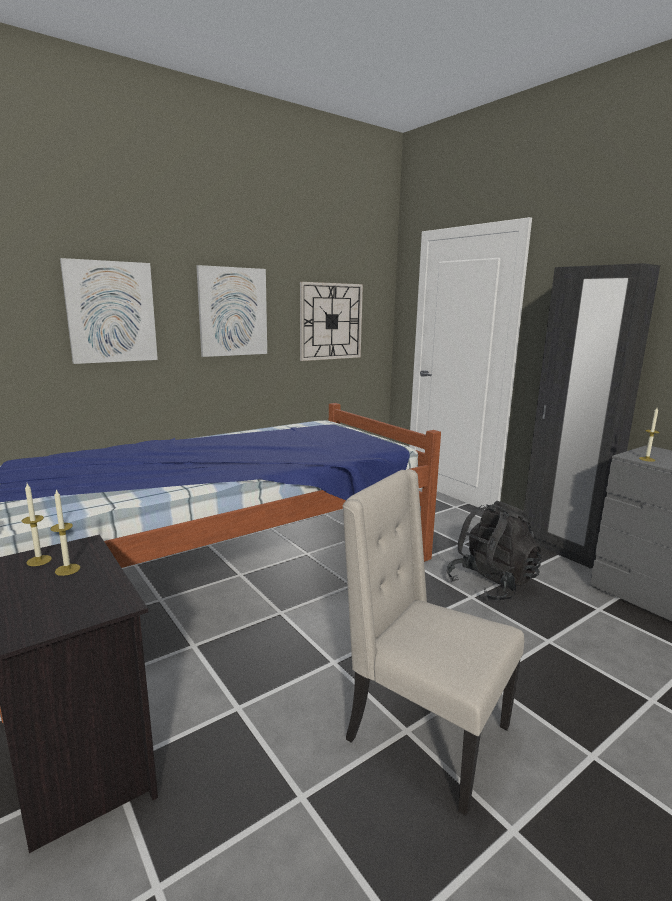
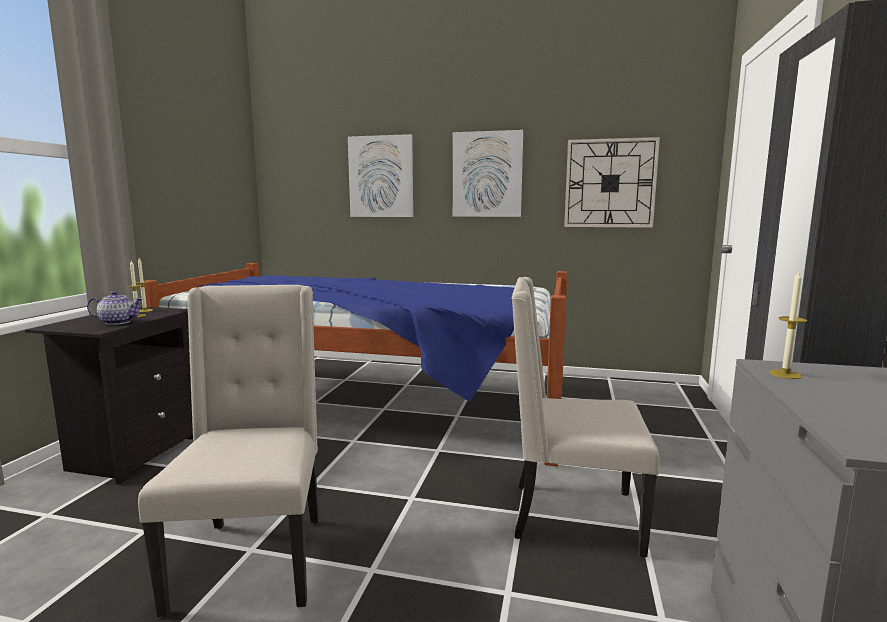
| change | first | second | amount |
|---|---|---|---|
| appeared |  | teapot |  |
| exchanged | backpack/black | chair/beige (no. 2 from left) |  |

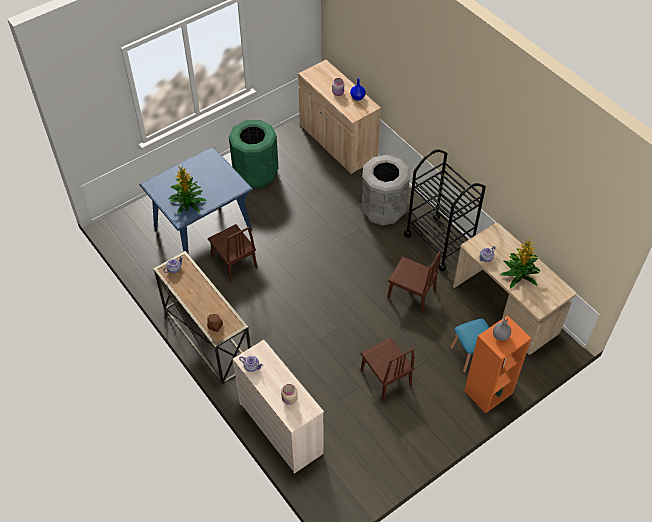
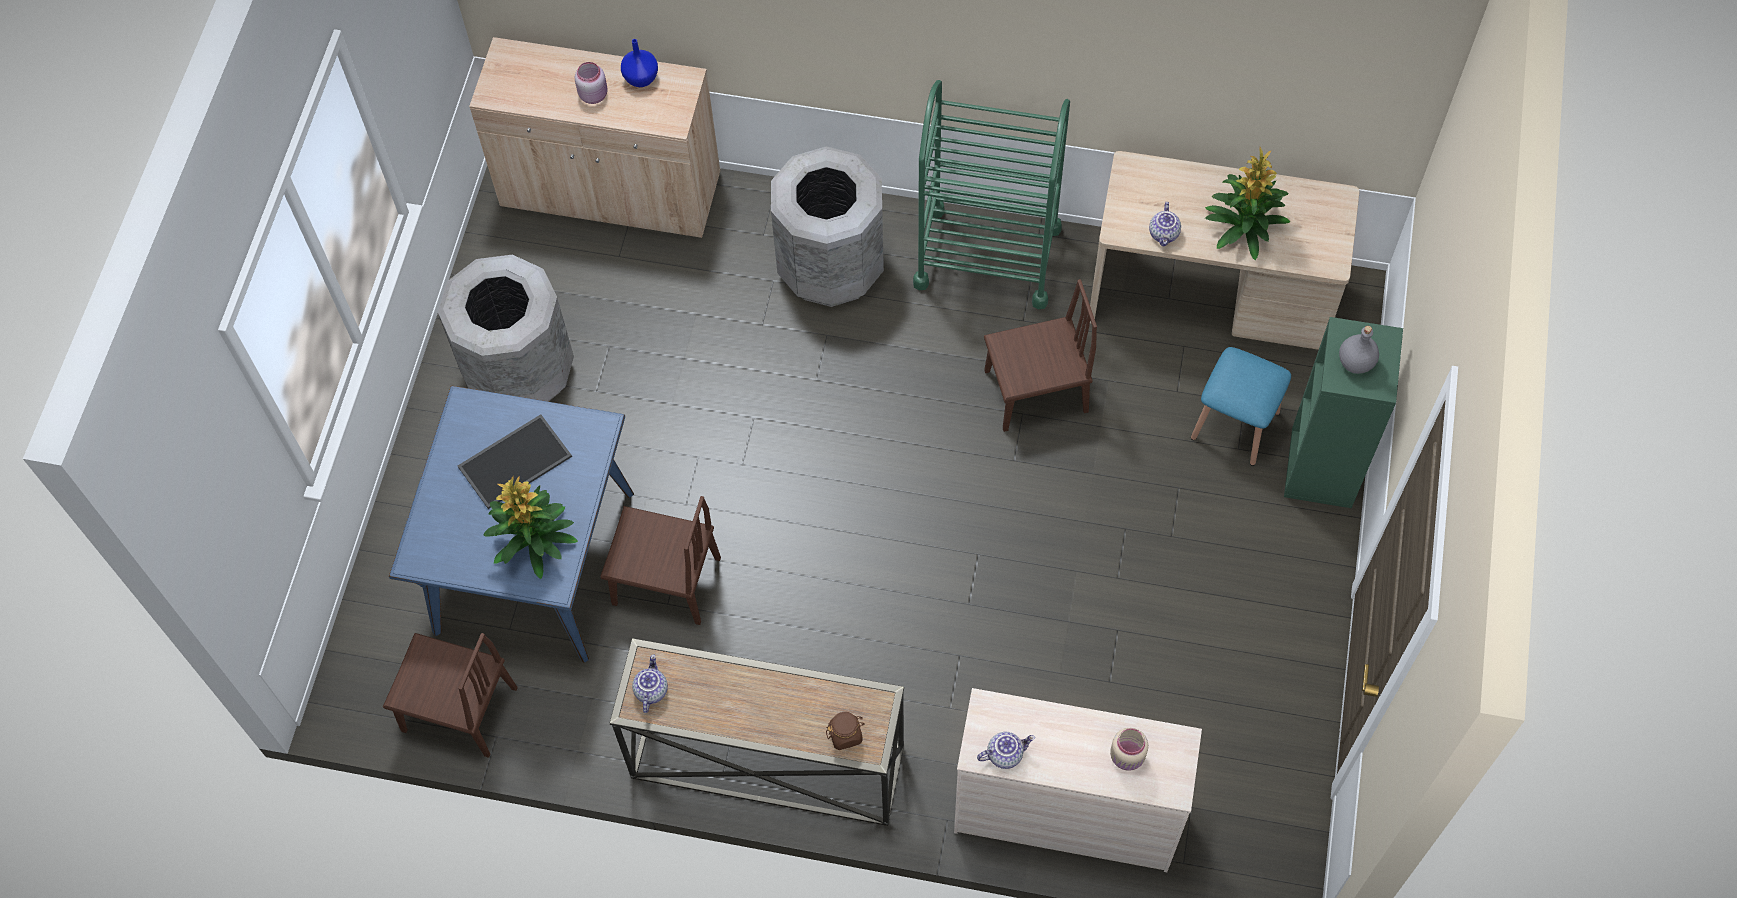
| change | first | second | amount |
|---|---|---|---|
| appeared |  | tray |  |
| relocated | chair/brown (no. 2 from left in the first image) | chair/brown (no. 1 from left) |  |
| colour | trash can/green | trash can/grey (no. 1 from left) |  |
| colour | cart/black | cart/green |  |
| colour | bookcase/orange | bookcase/green |  |

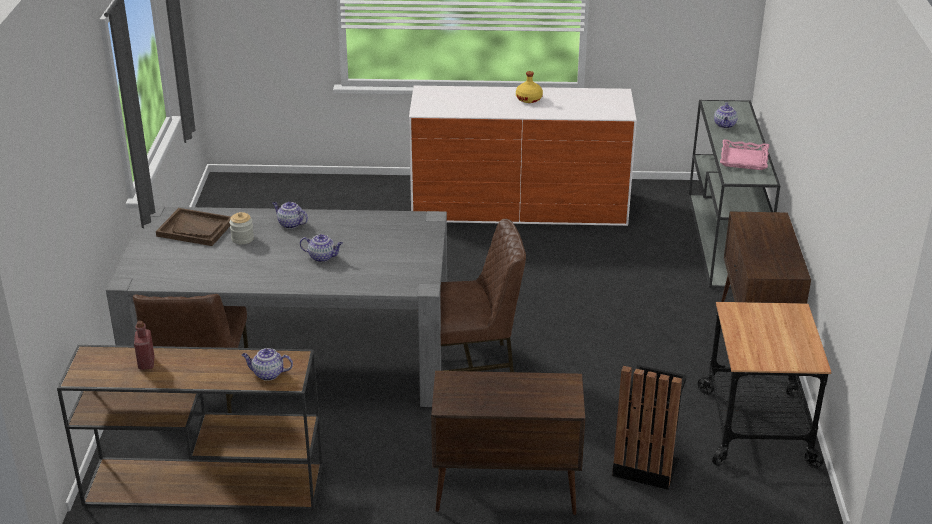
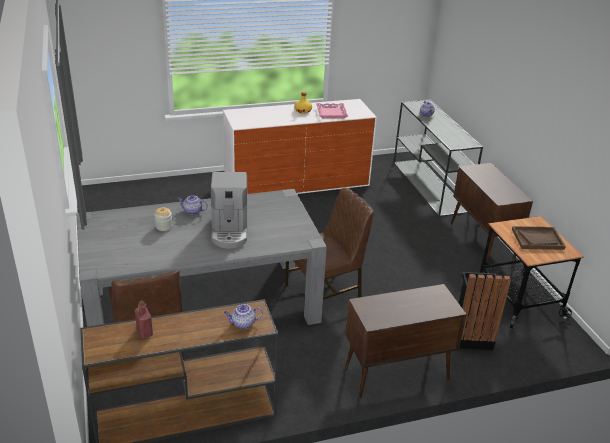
| change | first | second | amount |
|---|---|---|---|
| relocated | tray/brown |  |  |
| relocated | tray/pink |  |  |
| exchanged | teapot (no. 3 from left) | coffee machine |  |

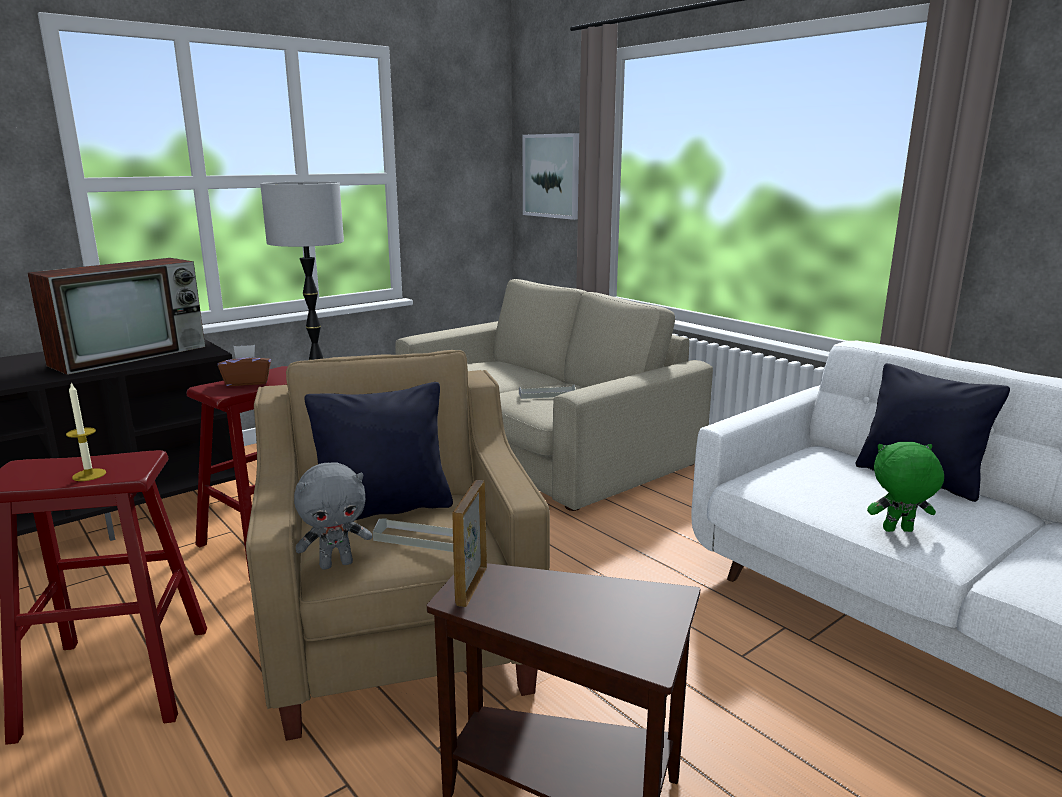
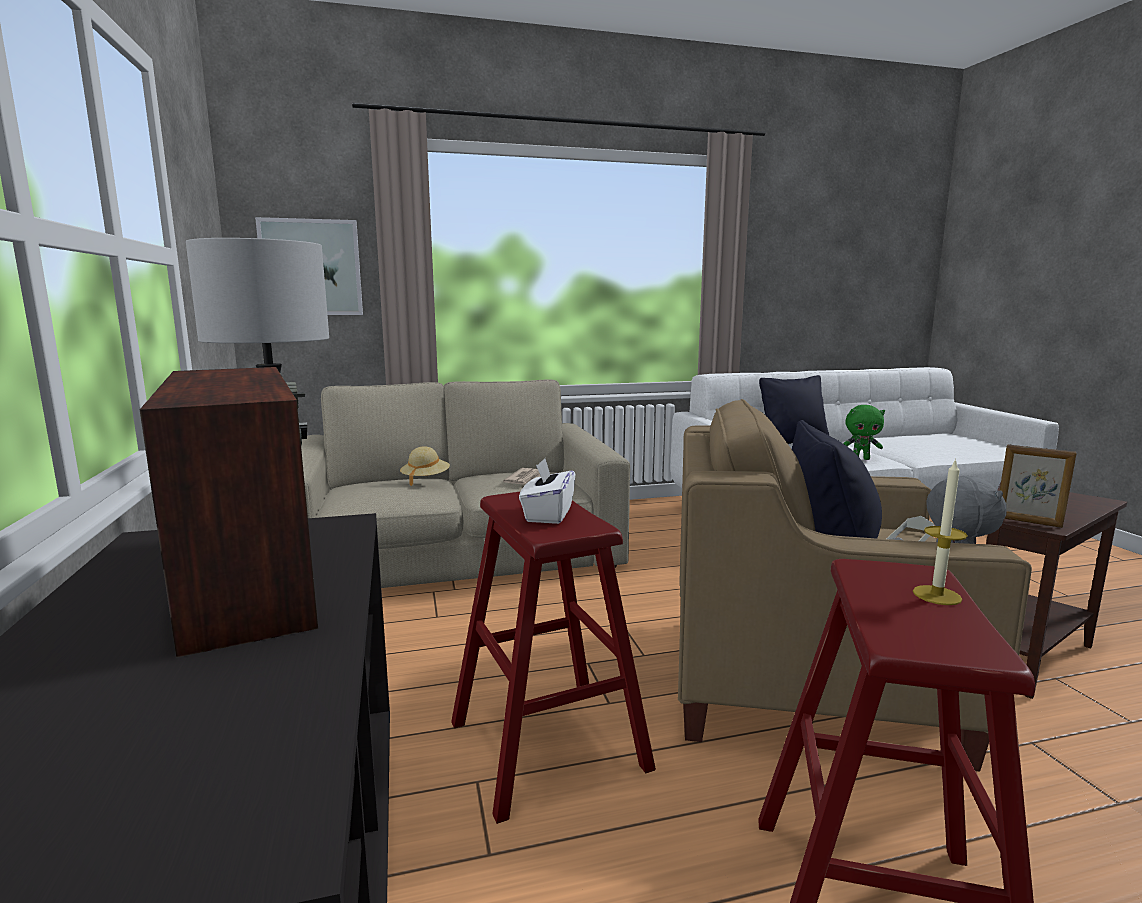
| change | first | second | amount |
|---|---|---|---|
| appeared |  | hat/beige |  |
| exchanged | tray/grey (no. 2 from left) | newspaper |  |
| colour | tissue box/brown | tissue box/white |  |
| spun | plush toy/green |  | 105 degrees counterclockwise |

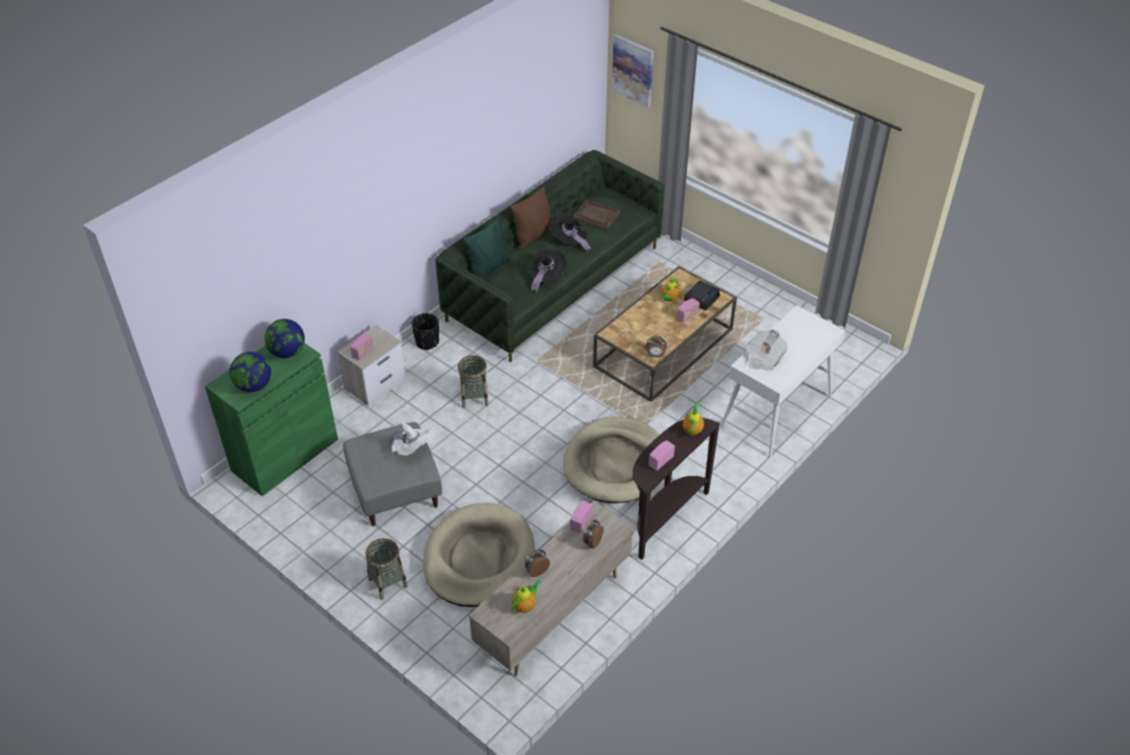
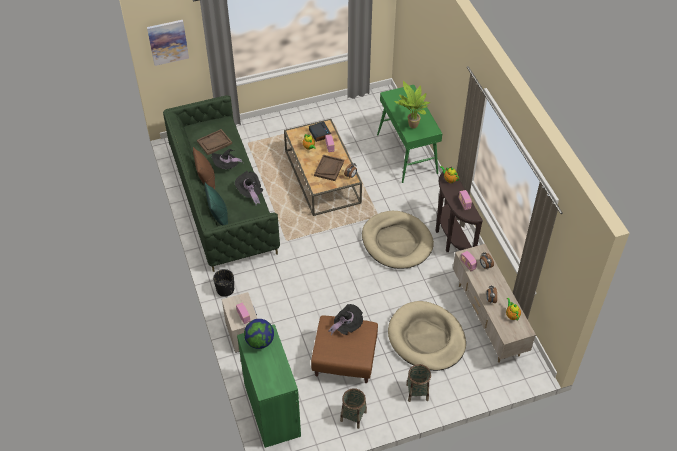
| change | first | second | amount |
|---|---|---|---|
| missing | globe (no. 1 from left) |  |  |
| appeared |  | tray/brown (no. 2 from left) |  |
| relocated | basket (no. 2 from left in the first image) | basket (no. 1 from left) |  |
| exchanged | newspaper | potted plant |  |
| colour | ottoman/grey | ottoman/brown |  |
| colour | hat/white | hat/black (no. 3 from left) |  |
| colour | console table/white | console table/green |  |

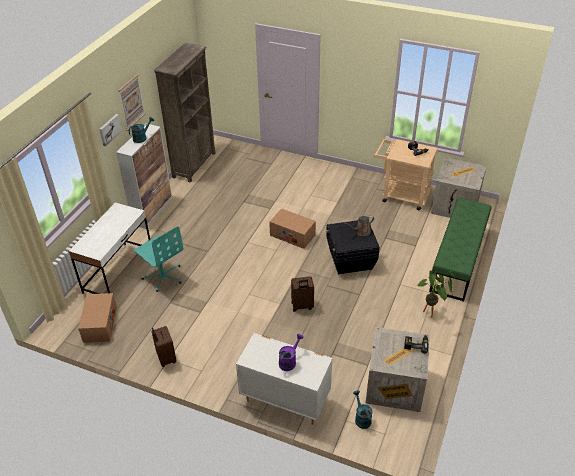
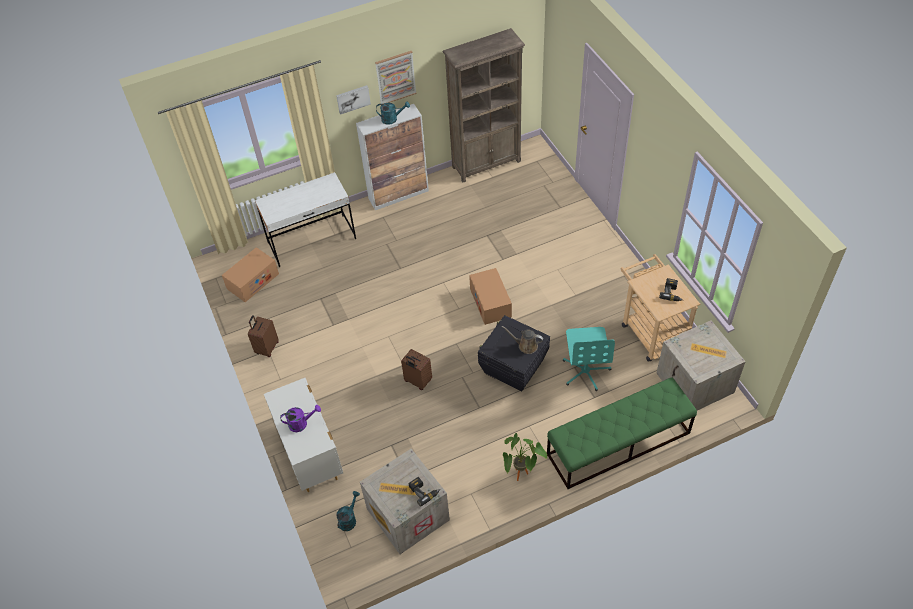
| change | first | second | amount |
|---|---|---|---|
| relocated | office chair/turquoise |  |  |

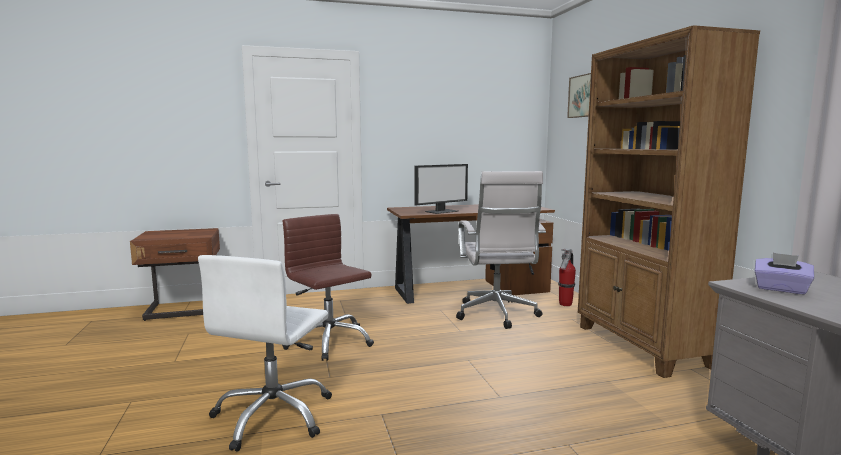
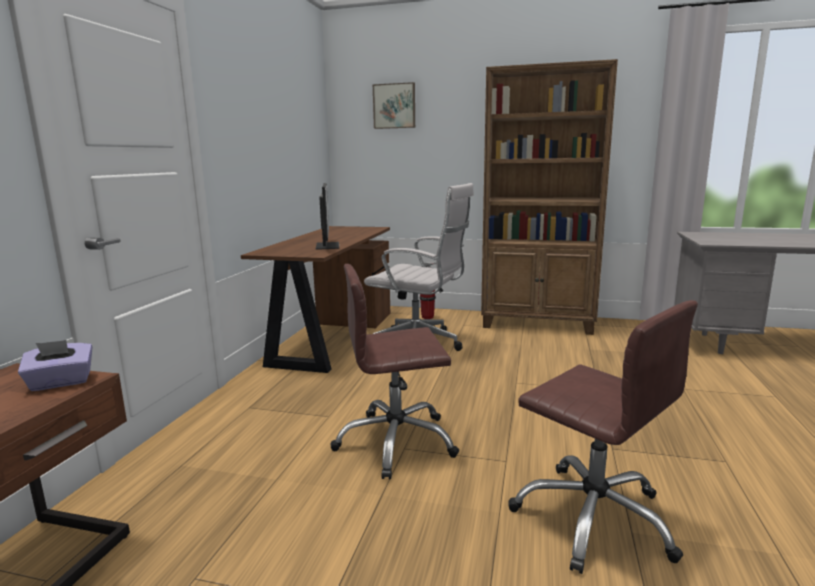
| change | first | second | amount |
|---|---|---|---|
| relocated | tissue box/purple |  |  |
| colour | office chair/white (no. 1 from left) | office chair/brown (no. 2 from left) |  |

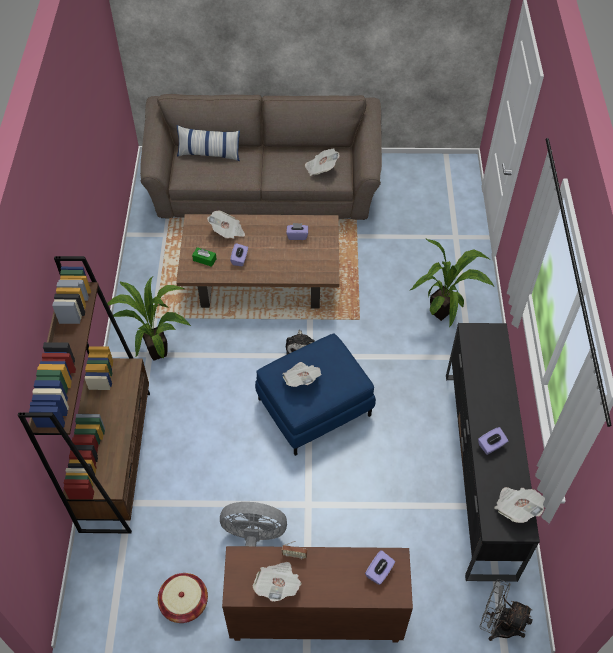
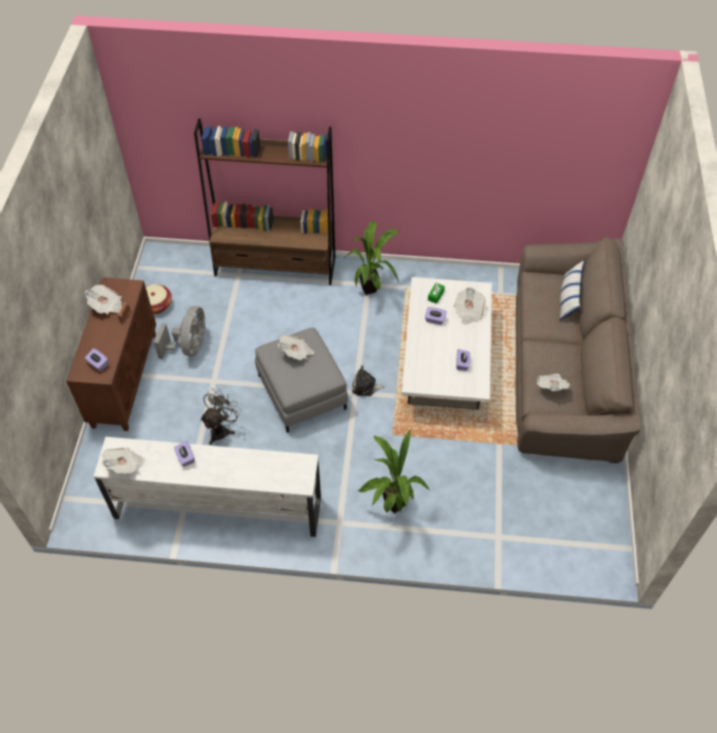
| change | first | second | amount |
|---|---|---|---|
| relocated | fan/grey (no. 2 from left) |  |  |
| colour | coffee table/brown | coffee table/white |  |
| colour | ottoman/blue | ottoman/grey |  |
| colour | tv stand/black | tv stand/white |  |

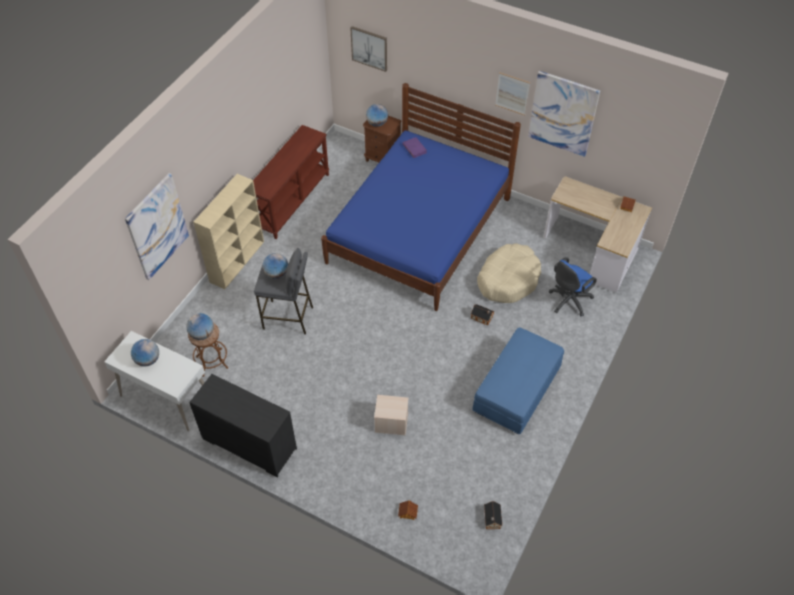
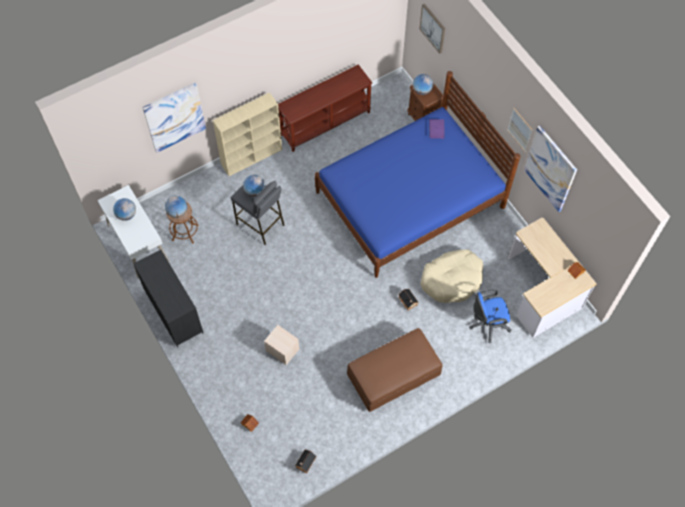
| change | first | second | amount |
|---|---|---|---|
| colour | ottoman/blue | ottoman/brown |  |

